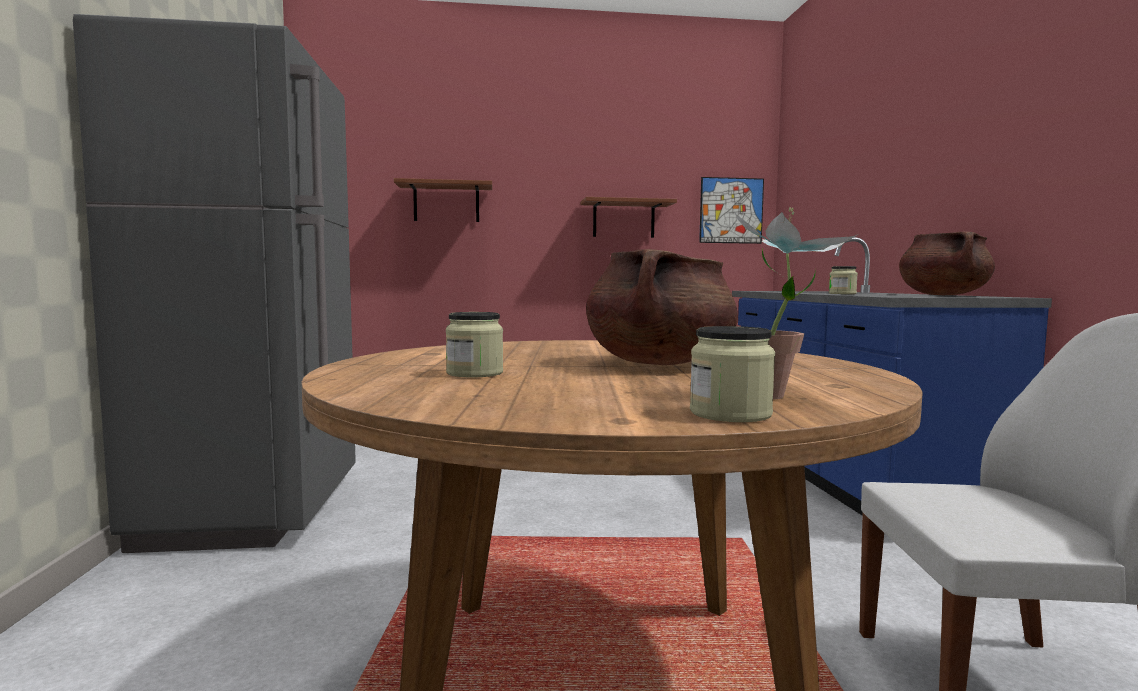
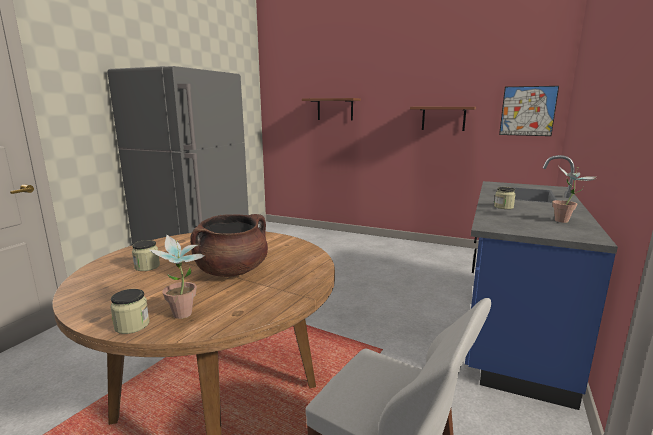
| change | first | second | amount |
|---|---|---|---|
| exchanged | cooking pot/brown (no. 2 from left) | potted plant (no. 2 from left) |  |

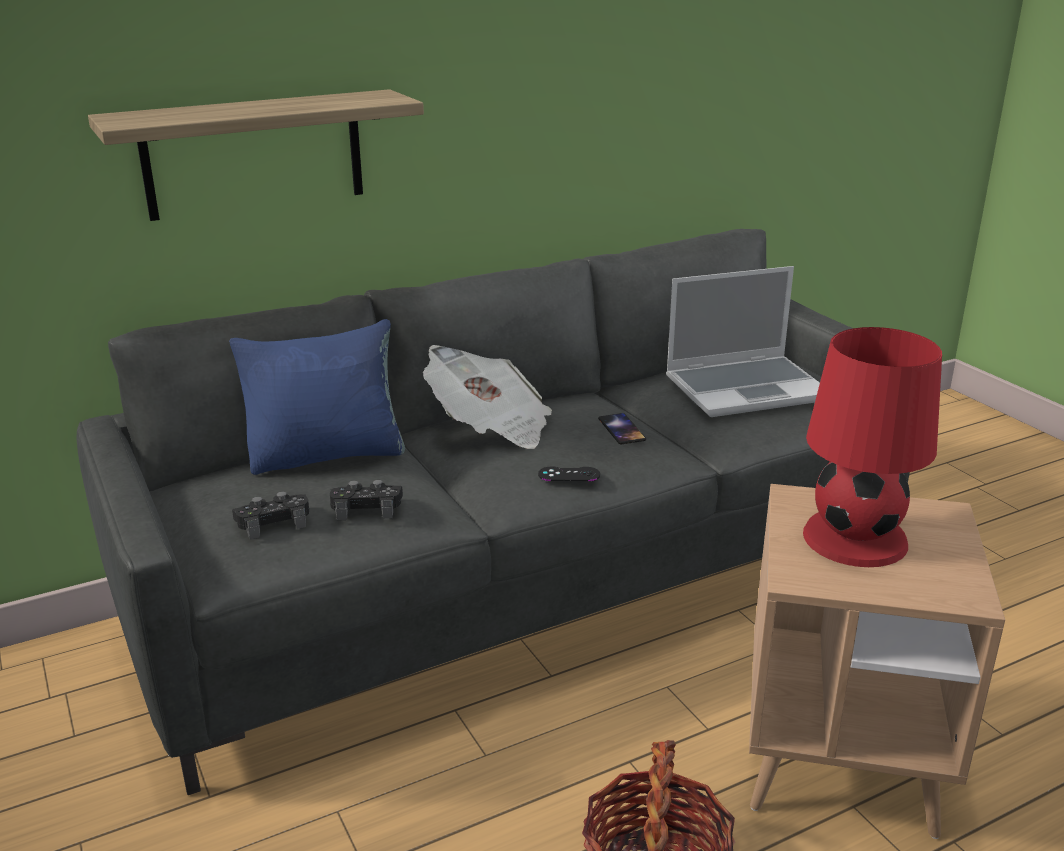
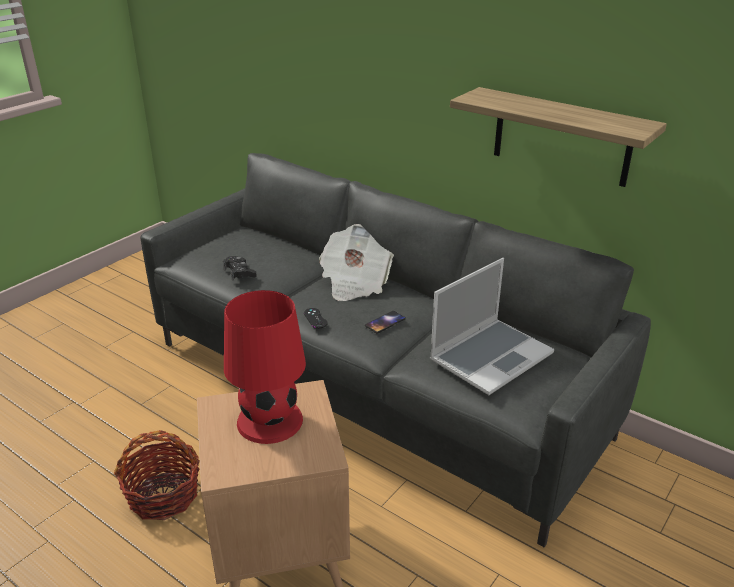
| change | first | second | amount |
|---|---|---|---|
| missing | pillow/blue |  |  |
| missing | game controller/black (no. 1 from left) |  |  |
| relocated | shelf |  |  |
| spun | laptop |  | 90 degrees counterclockwise |

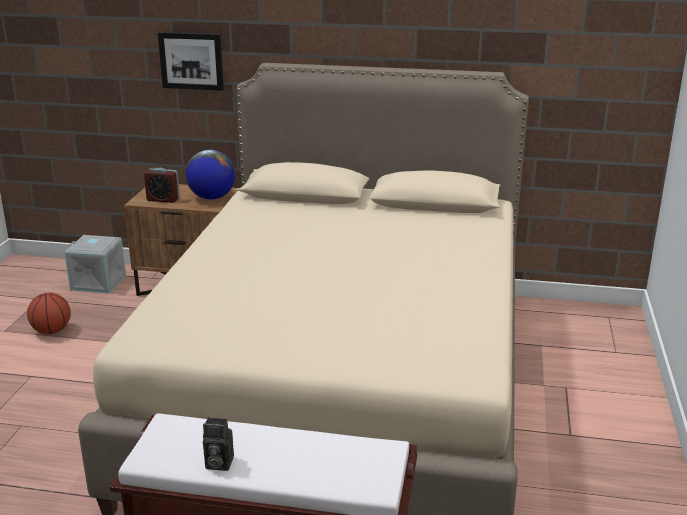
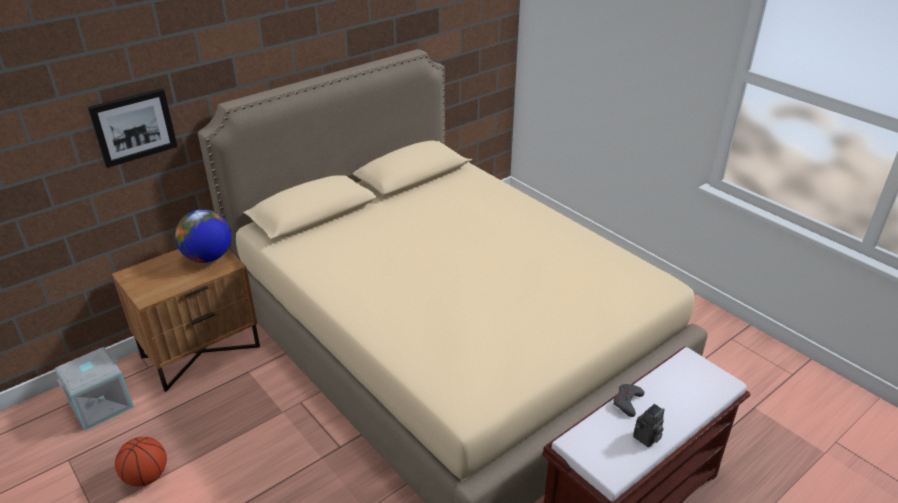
| change | first | second | amount |
|---|---|---|---|
| missing | alarm clock |  |  |
| appeared |  | game controller/grey |  |

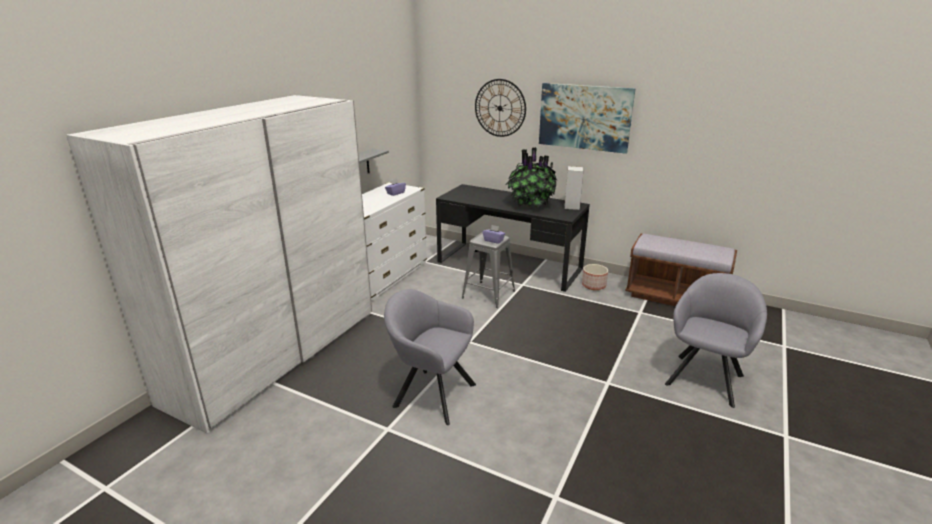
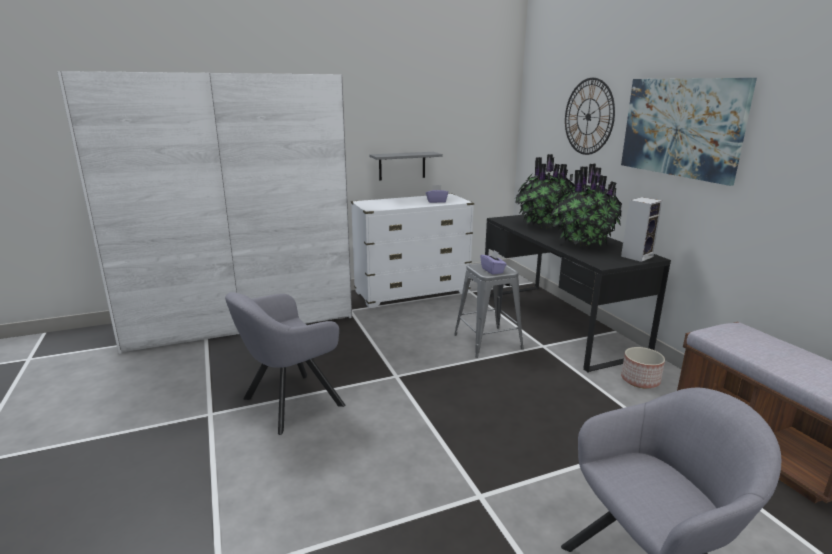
| change | first | second | amount |
|---|---|---|---|
| appeared |  | potted plant (no. 1 from left) |  |
| spun | armchair/grey (no. 1 from left) |  | 105 degrees counterclockwise |

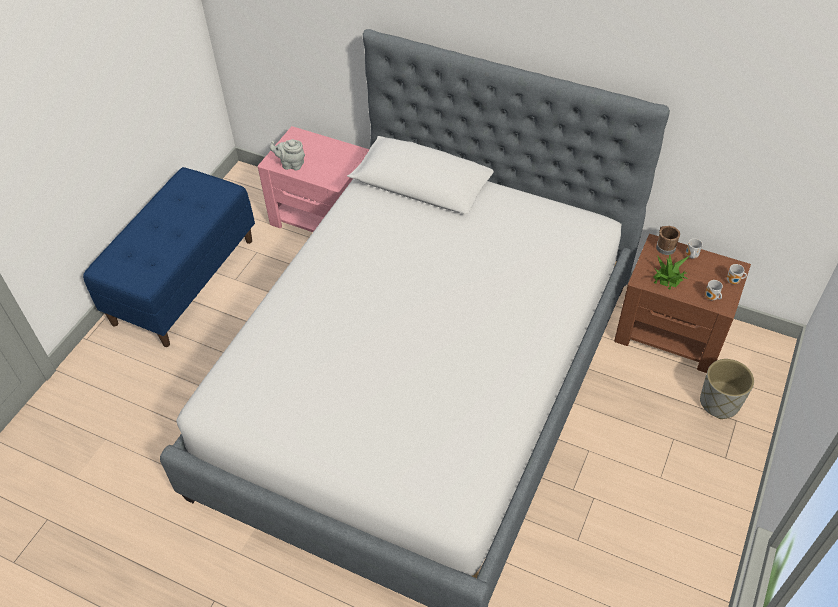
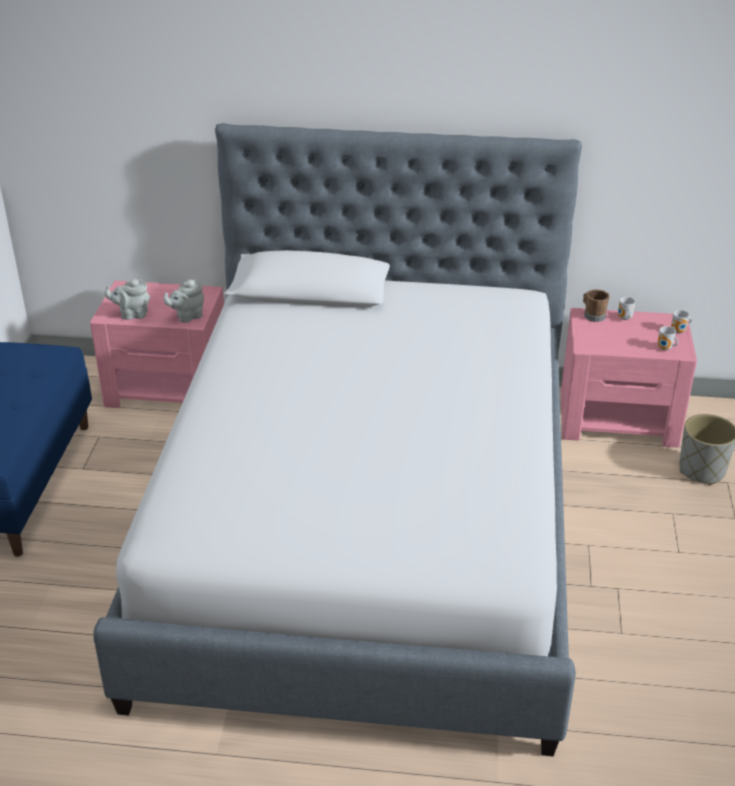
| change | first | second | amount |
|---|---|---|---|
| missing | potted plant |  |  |
| appeared |  | teapot/grey (no. 2 from left) |  |
| colour | nightstand/brown | nightstand/pink (no. 2 from left) |  |

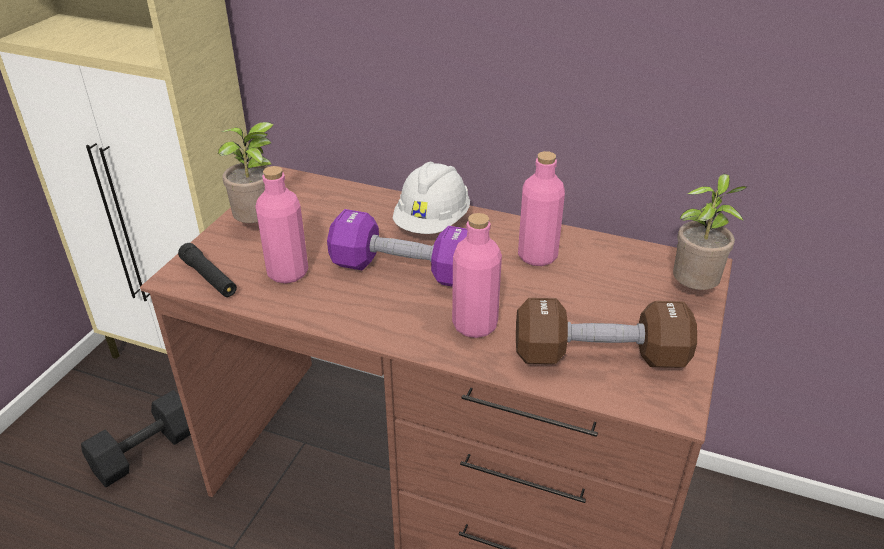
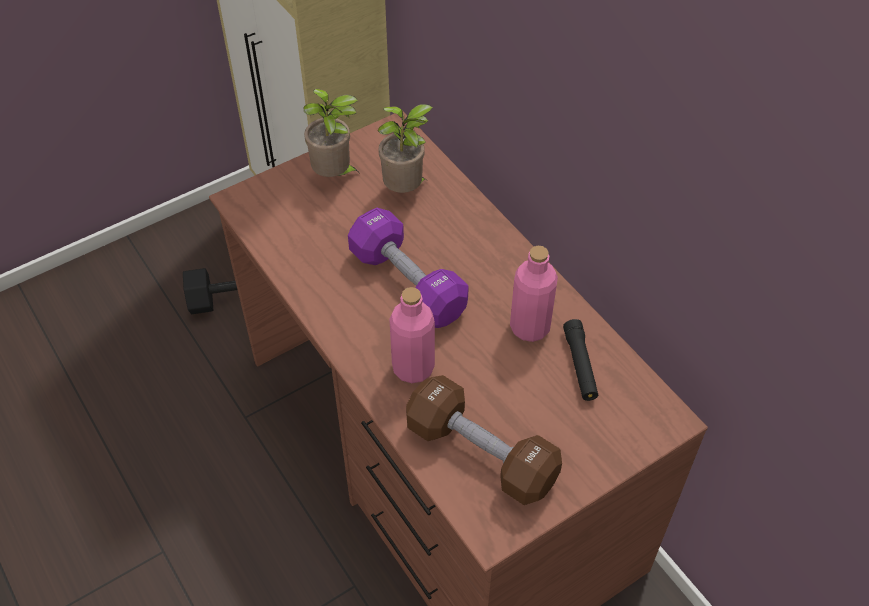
| change | first | second | amount |
|---|---|---|---|
| missing | bottle/pink (no. 1 from left) |  |  |
| missing | hard hat/white |  |  |
| relocated | flashlight/black |  |  |
| relocated | potted plant (no. 2 from left) |  |  |

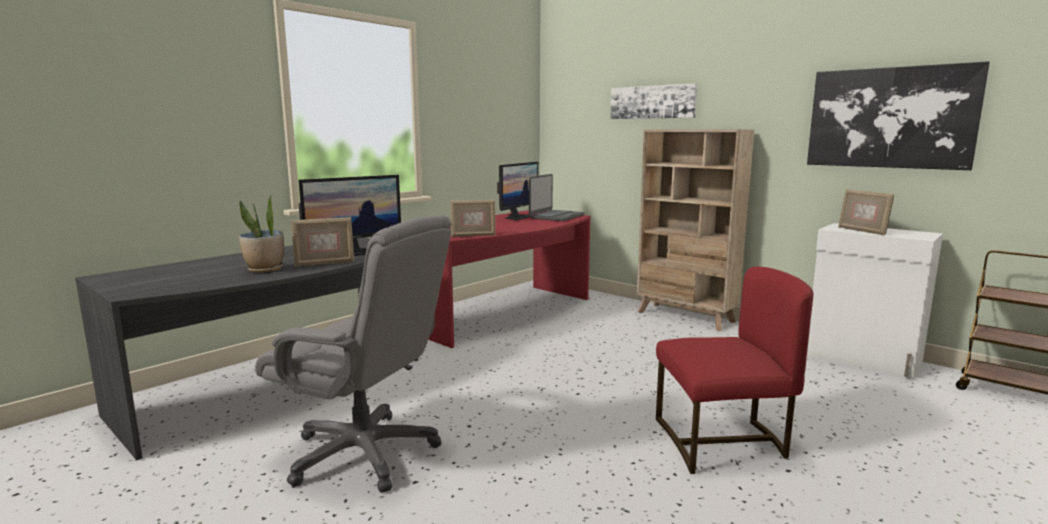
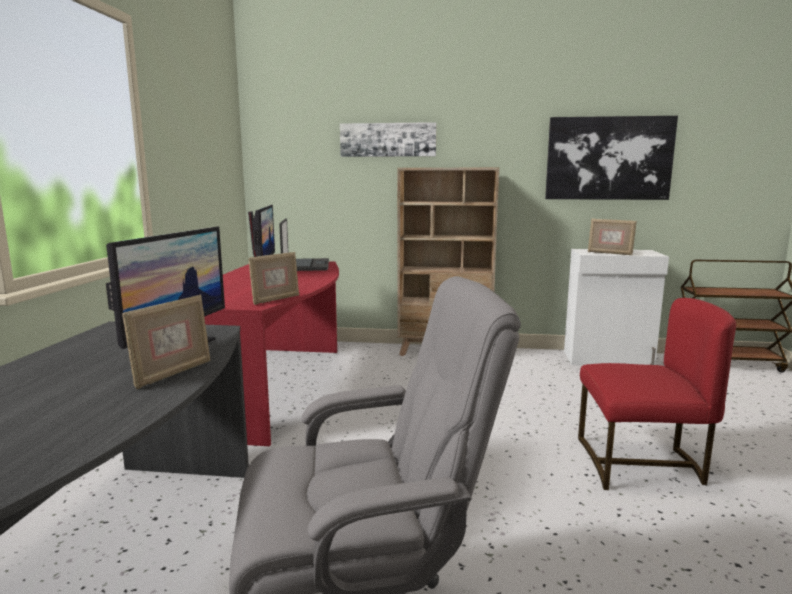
| change | first | second | amount |
|---|---|---|---|
| missing | potted plant |  |  |
| spun | chair/red |  | 45 degrees clockwise |

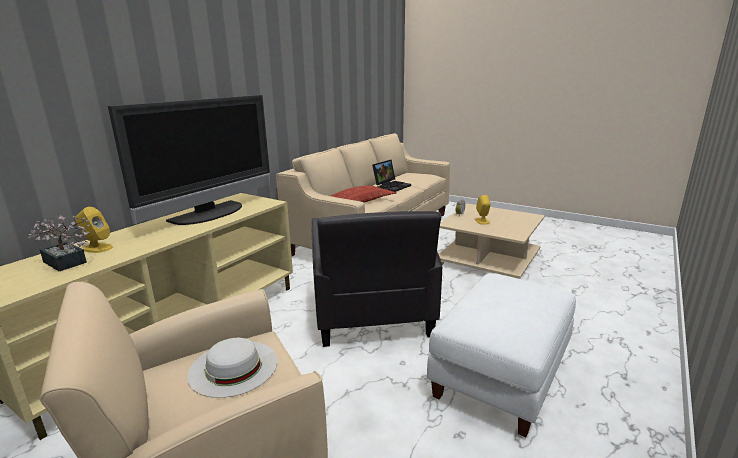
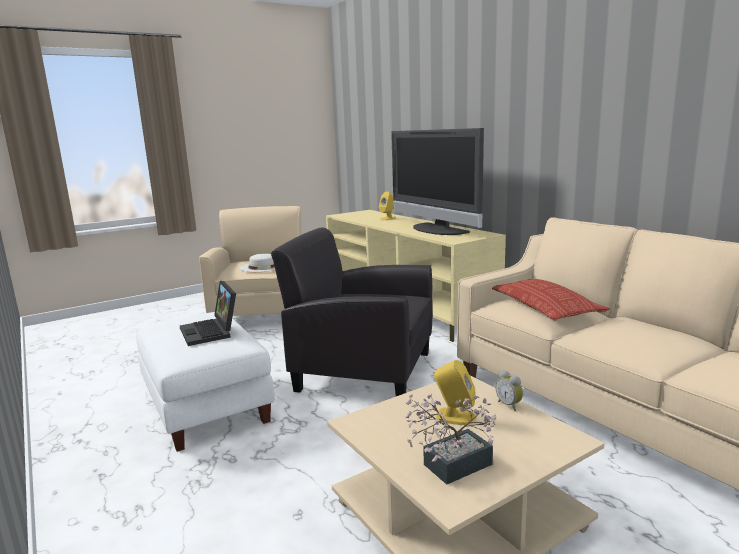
| change | first | second | amount |
|---|---|---|---|
| relocated | potted plant |  |  |
| relocated | laptop |  |  |

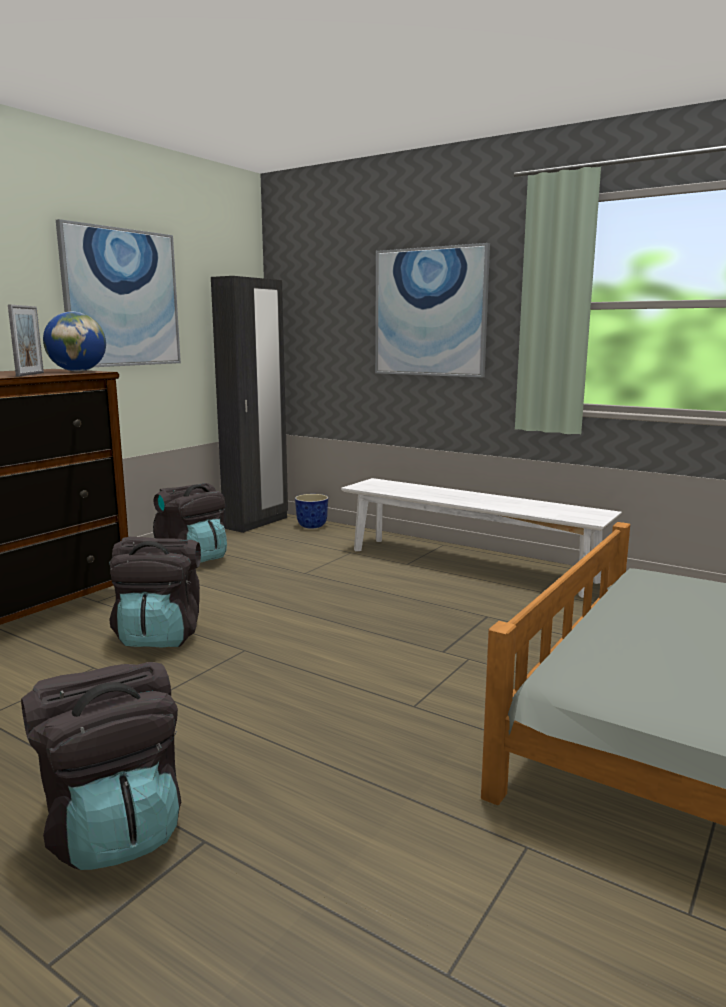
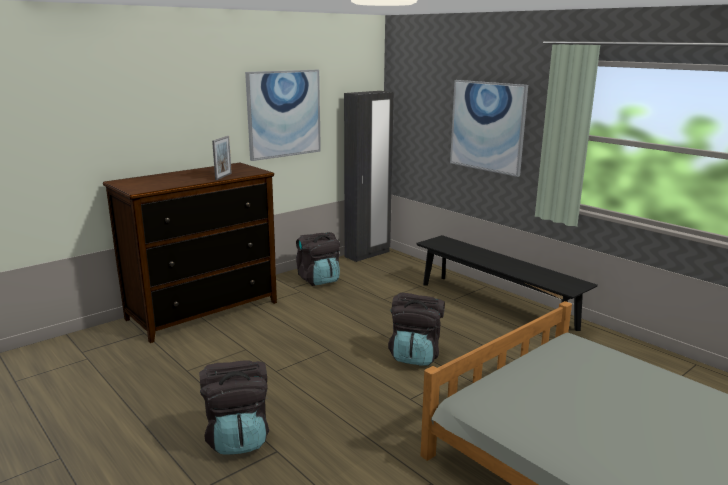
| change | first | second | amount |
|---|---|---|---|
| missing | globe |  |  |
| missing | planter |  |  |
| relocated | backpack/black (no. 2 from left in the first image) | backpack/black (no. 3 from left) |  |
| colour | bench/white | bench/black |  |

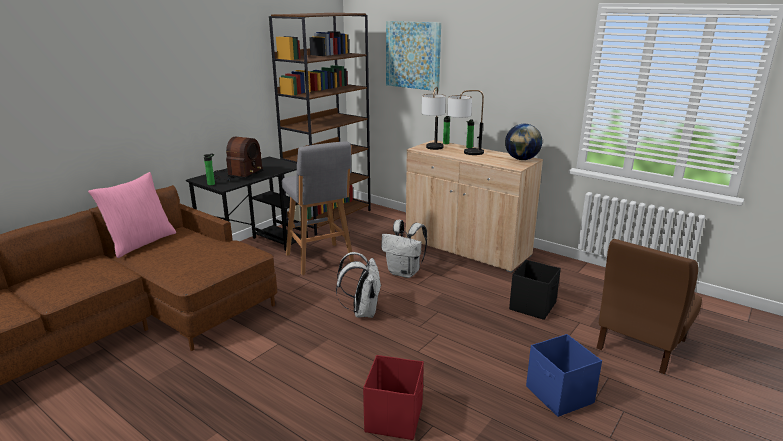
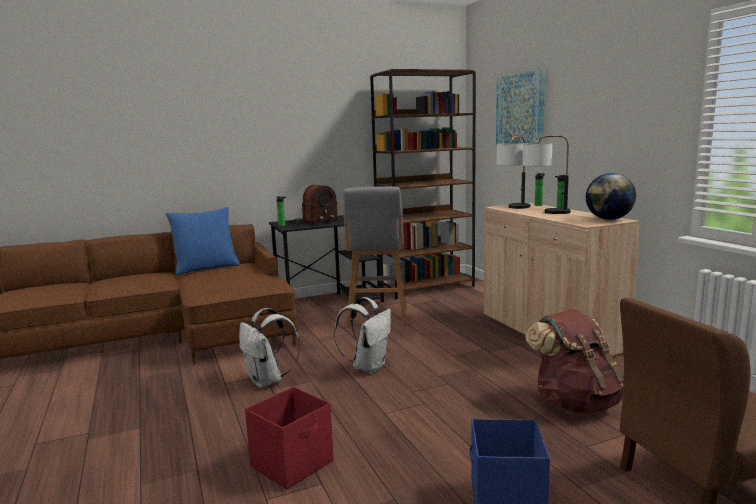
| change | first | second | amount |
|---|---|---|---|
| relocated | backpack/white (no. 2 from left in the first image) | backpack/white (no. 1 from left) |  |
| exchanged | storage box/black | backpack/brown |  |
| colour | pillow/pink | pillow/blue |  |

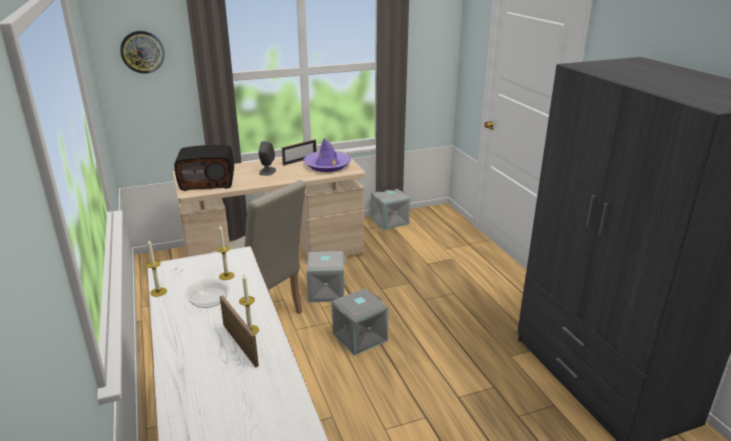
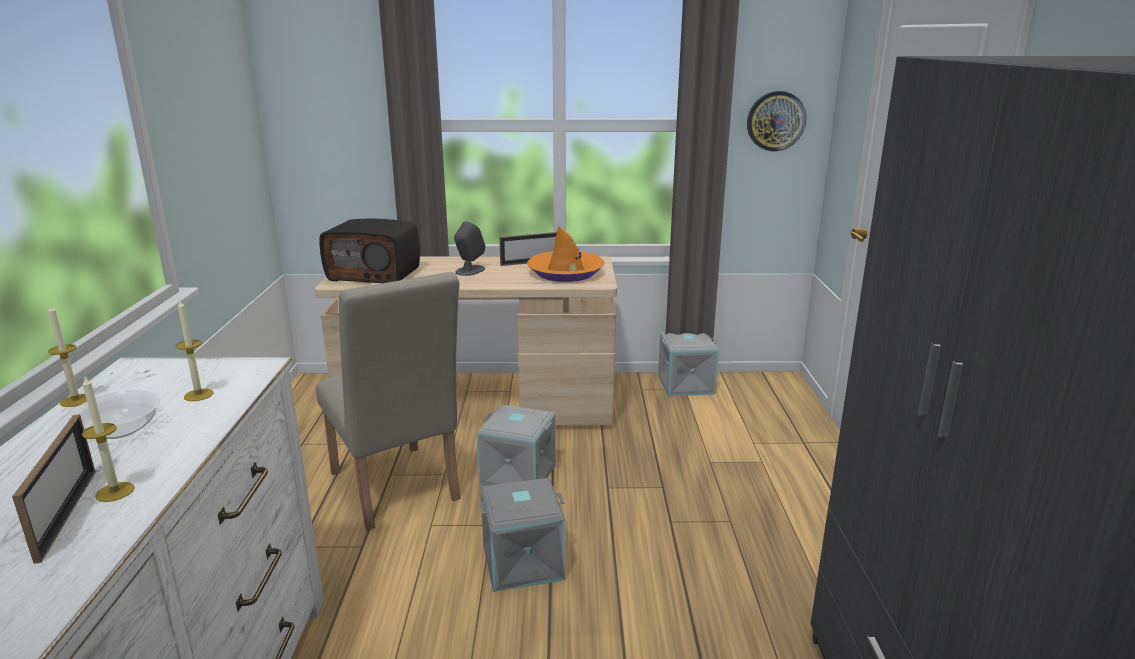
| change | first | second | amount |
|---|---|---|---|
| relocated | wall clock |  |  |
| colour | hat/purple | hat/orange |  |

